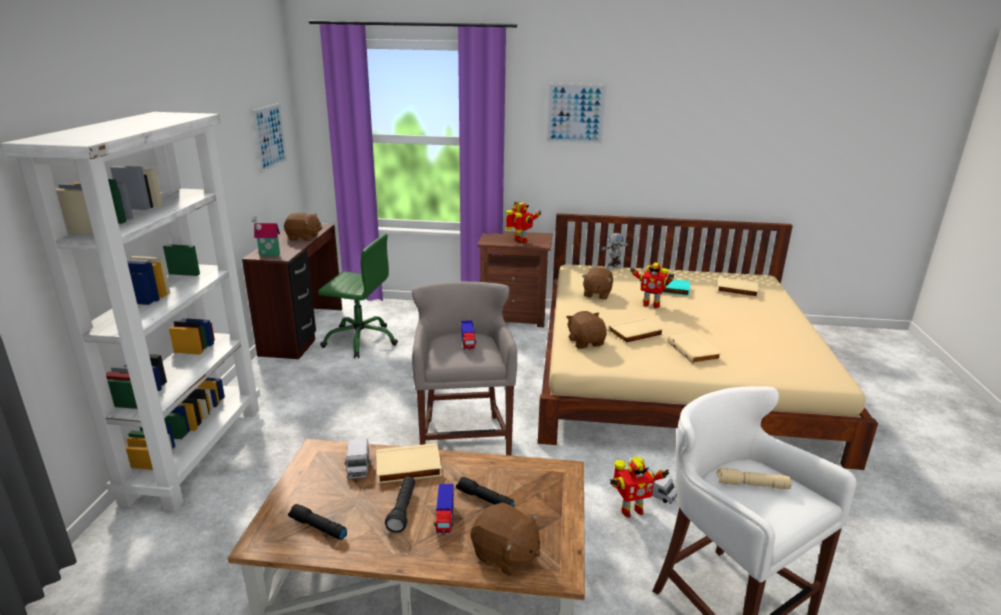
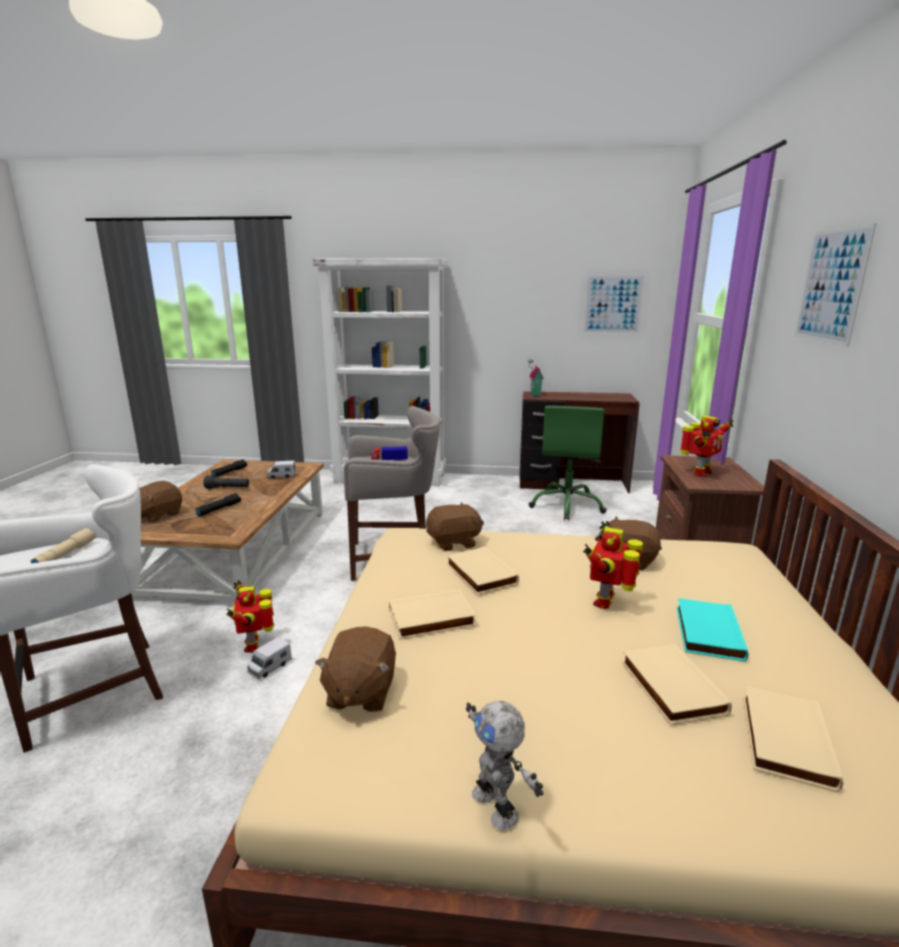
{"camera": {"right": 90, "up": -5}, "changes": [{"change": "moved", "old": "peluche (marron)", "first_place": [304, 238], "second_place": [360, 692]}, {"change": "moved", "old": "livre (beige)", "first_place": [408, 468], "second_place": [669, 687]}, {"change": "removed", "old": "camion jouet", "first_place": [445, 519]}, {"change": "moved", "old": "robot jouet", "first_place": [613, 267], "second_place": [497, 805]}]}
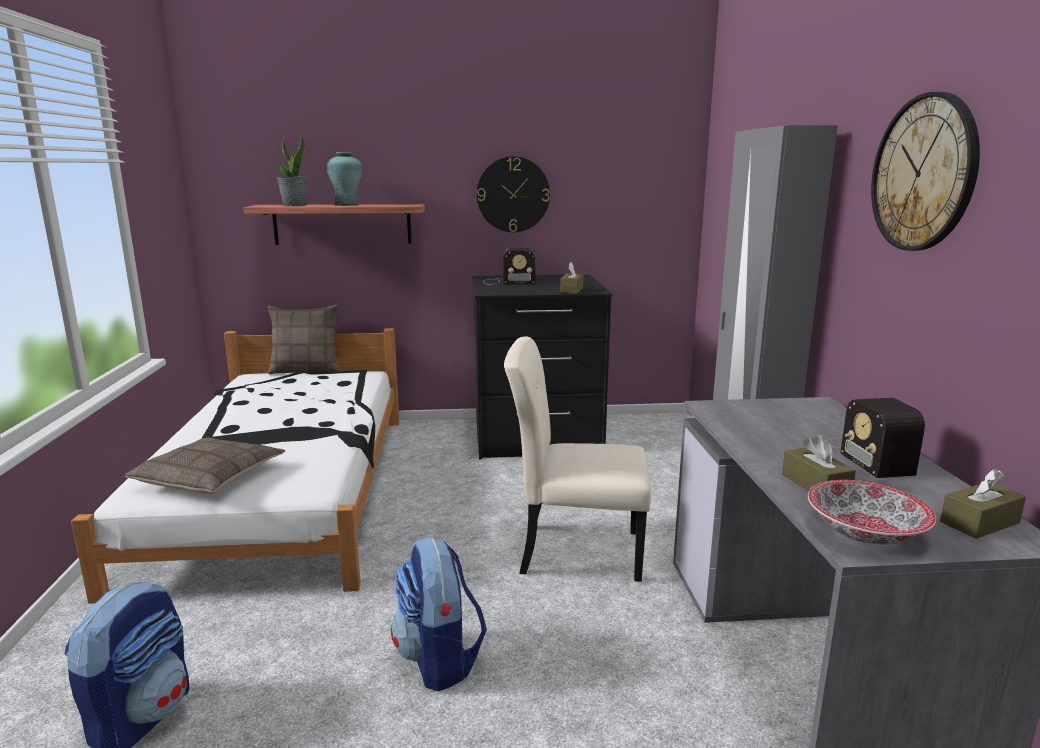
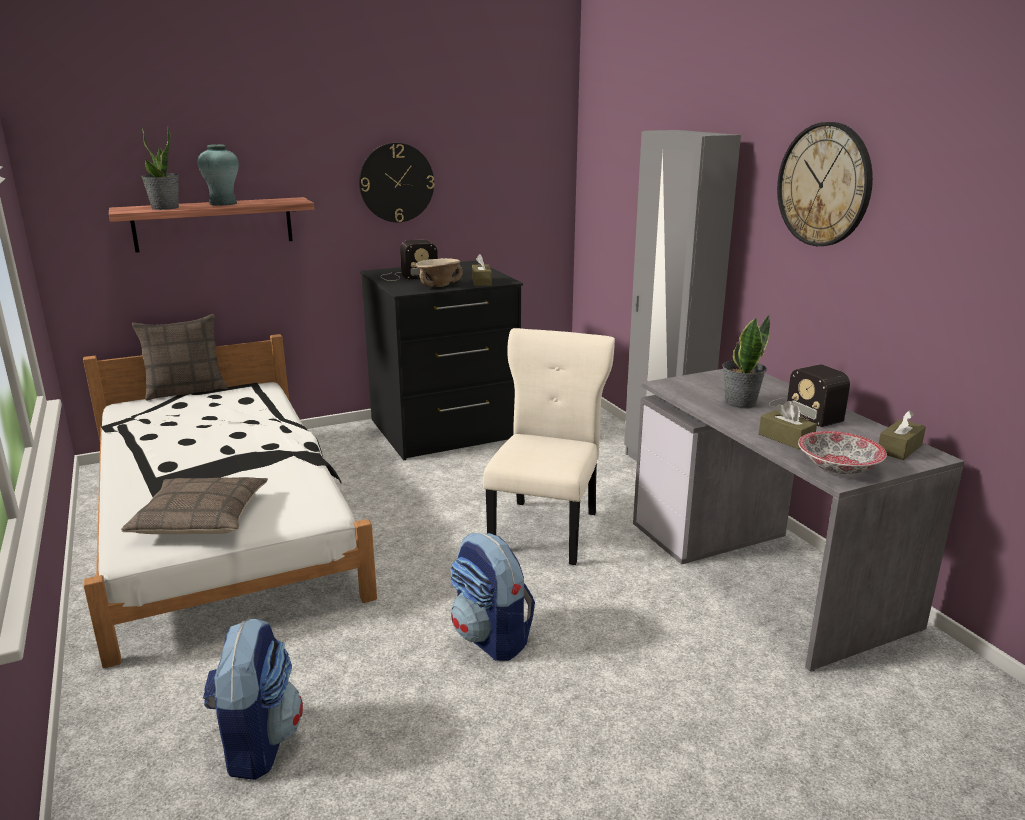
{"camera": {"right": -20, "up": 5}, "changes": [{"change": "turned", "old": "chaise (beige)", "first_place": [574, 551], "second_place": [546, 529], "degrees": 120}, {"change": "added", "new": "bol (beige)", "second_place": [438, 285]}, {"change": "added", "new": "plante en pot", "second_place": [740, 403]}]}
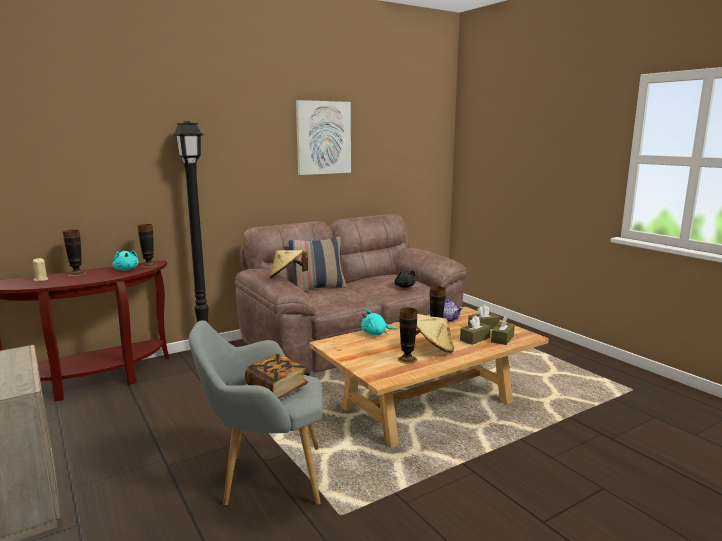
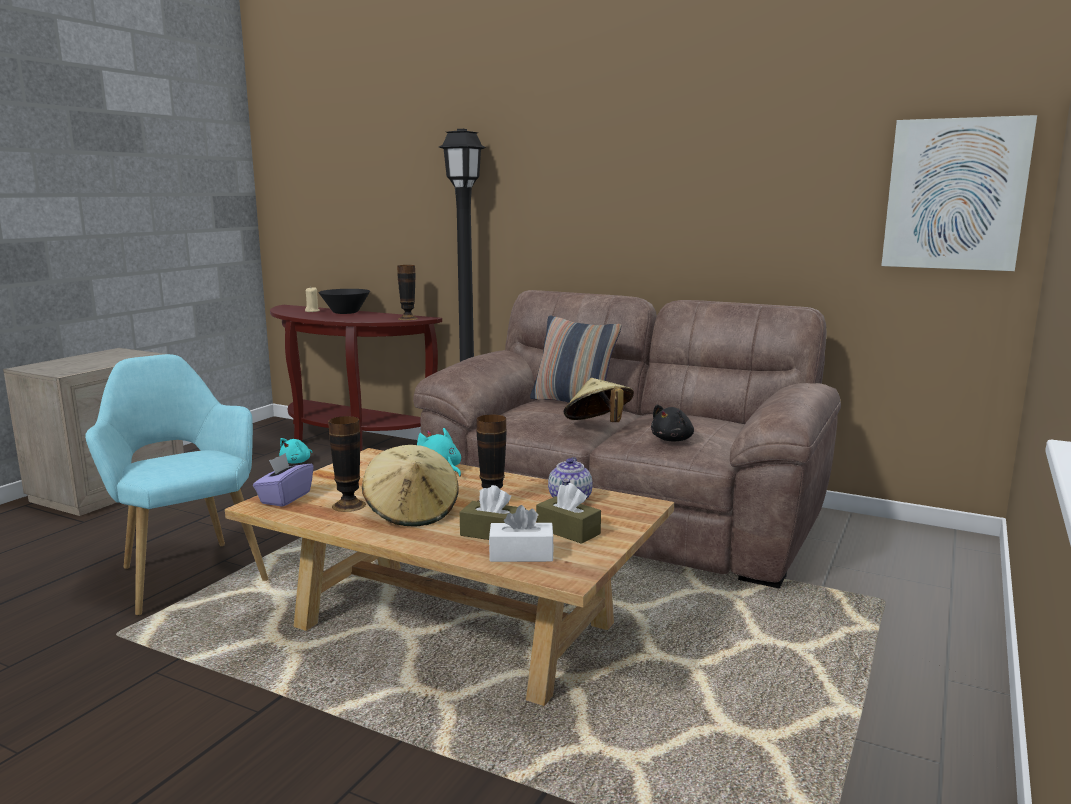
{"camera": {"right": 60, "up": 0}, "changes": [{"change": "replaced", "old": "vase", "new": "bol (noir)", "first_place": [76, 274], "second_place": [345, 312]}, {"change": "moved", "old": "peluche (turquoise)", "first_place": [126, 269], "second_place": [297, 462]}, {"change": "recoloured", "old": "fauteuil (gris)", "new": "fauteuil (turquoise)", "first_place": [266, 477], "second_place": [187, 571]}, {"change": "removed", "old": "livre", "first_place": [277, 388]}, {"change": "moved", "old": "chapeau (beige)", "first_place": [287, 277], "second_place": [598, 425]}, {"change": "moved", "old": "tableau", "first_place": [323, 138], "second_place": [955, 194]}, {"change": "recoloured", "old": "boîte à mouchoirs (marron)", "new": "boîte à mouchoirs (blanc)", "first_place": [502, 339], "second_place": [521, 554]}, {"change": "added", "new": "boîte à mouchoirs (violet)", "second_place": [285, 498]}]}
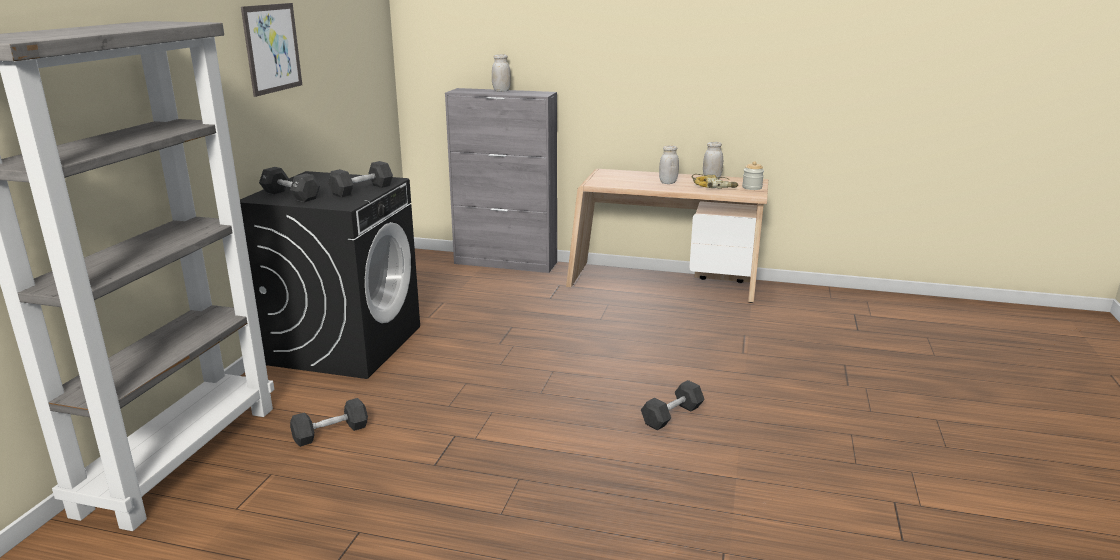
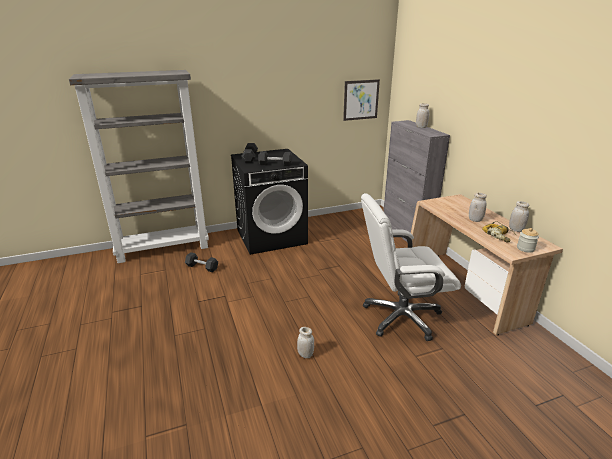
{"camera": {"right": 55, "up": 5}, "changes": [{"change": "moved", "old": "tableau", "first_place": [272, 48], "second_place": [361, 100]}, {"change": "replaced", "old": "haltère (noir)", "new": "bocal (blanc)", "first_place": [672, 415], "second_place": [305, 354]}, {"change": "added", "new": "chaise de bureau (blanc)", "second_place": [401, 317]}]}
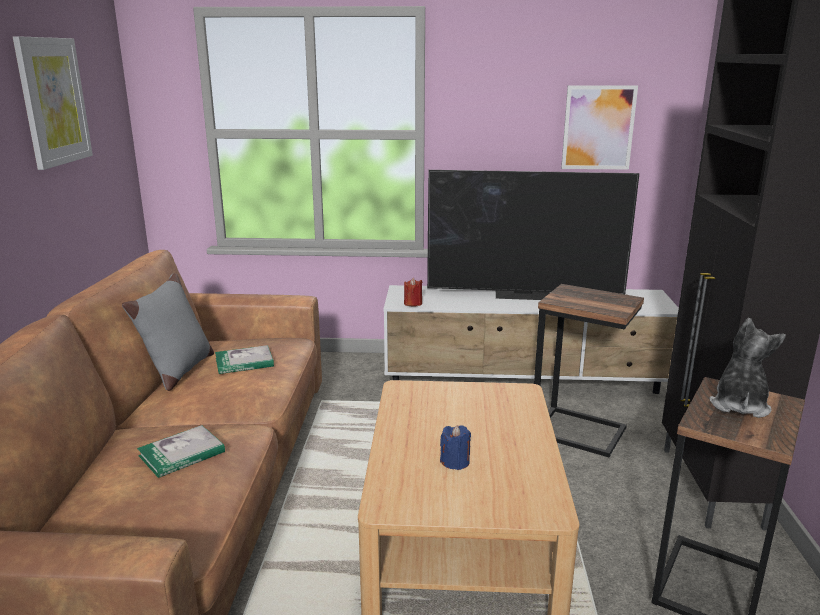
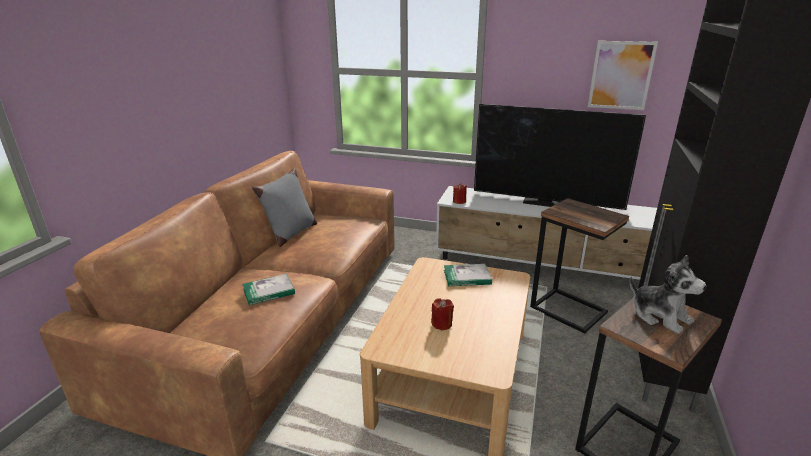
{"camera": {"right": 15, "up": 5}, "changes": [{"change": "removed", "old": "tableau", "first_place": [53, 101]}, {"change": "moved", "old": "livre", "first_place": [244, 362], "second_place": [467, 277]}, {"change": "recoloured", "old": "bougie (bleu)", "new": "bougie (rouge)", "first_place": [455, 462], "second_place": [442, 324]}, {"change": "turned", "old": "peluche", "first_place": [739, 405], "second_place": [660, 316], "degrees": 105}]}
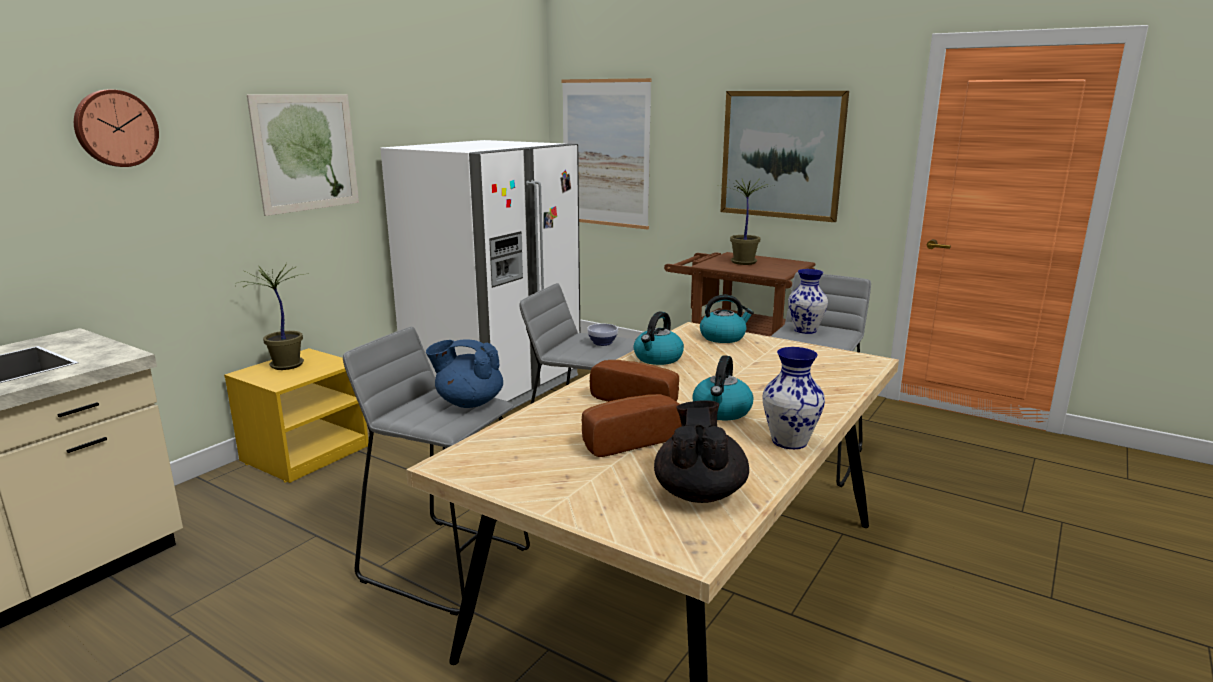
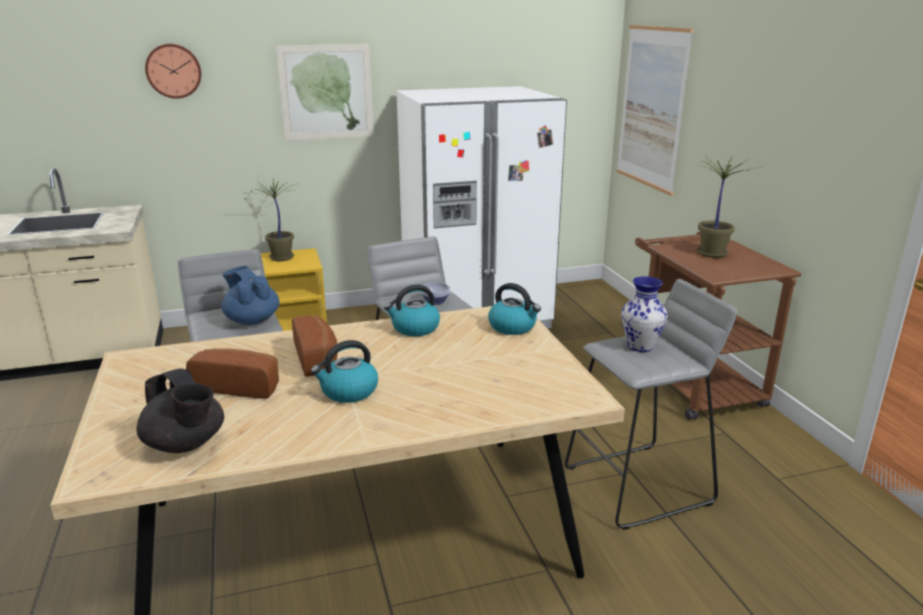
{"camera": {"right": 40, "up": 5}, "changes": [{"change": "turned", "old": "théière (noir)", "first_place": [699, 492], "second_place": [186, 444], "degrees": 90}, {"change": "removed", "old": "tableau", "first_place": [781, 155]}, {"change": "removed", "old": "vase", "first_place": [788, 441]}]}
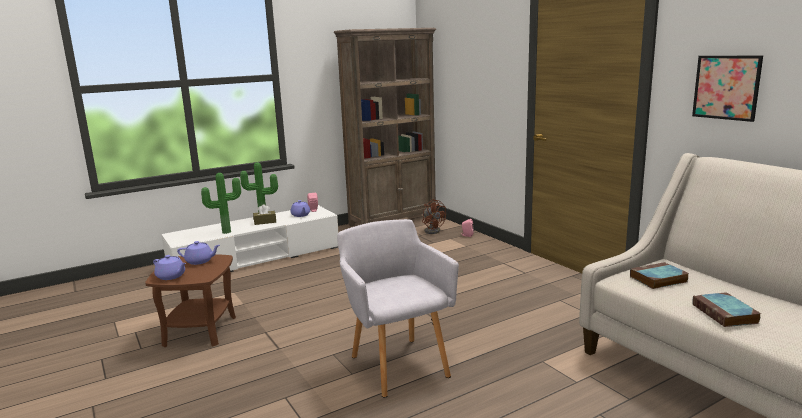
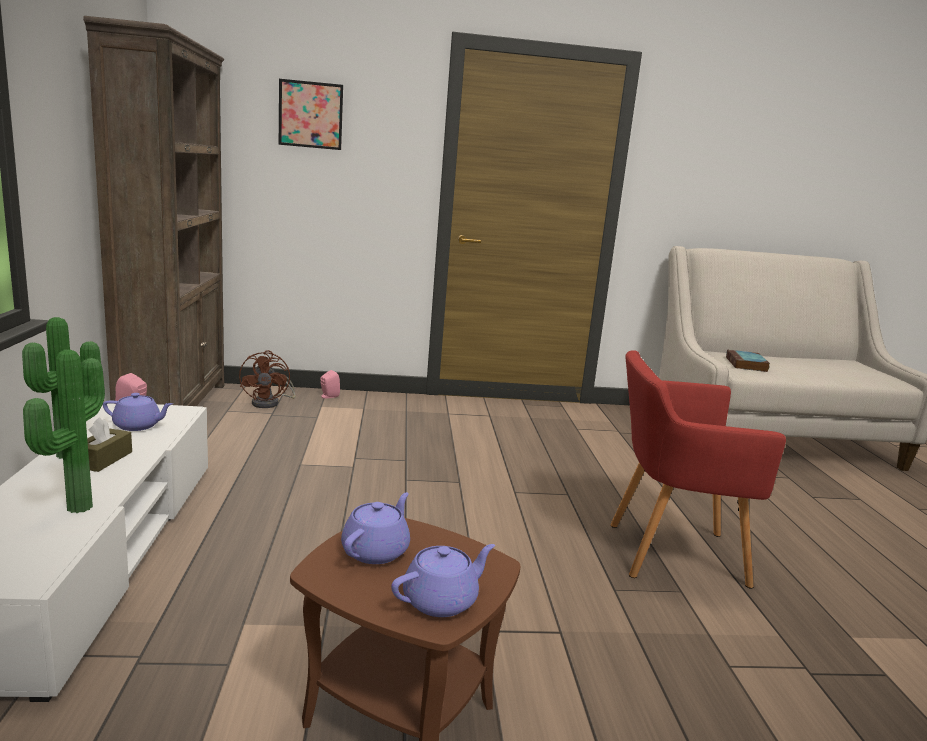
{"camera": {"right": -65, "up": 0}, "changes": [{"change": "recoloured", "old": "fauteuil (gris)", "new": "fauteuil (rouge)", "first_place": [397, 363], "second_place": [668, 552]}, {"change": "turned", "old": "ventilateur (marron)", "first_place": [433, 230], "second_place": [270, 403], "degrees": 90}, {"change": "moved", "old": "tableau", "first_place": [726, 87], "second_place": [310, 115]}, {"change": "removed", "old": "livre", "first_place": [726, 314]}]}
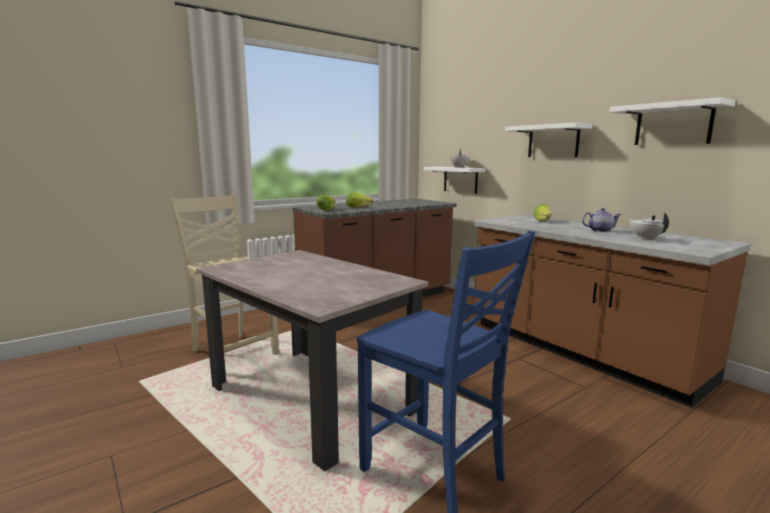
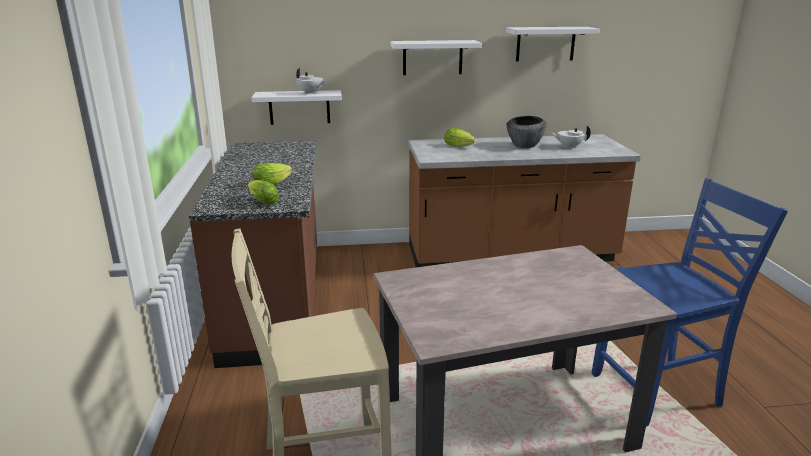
{"camera": {"right": -60, "up": 10}, "changes": [{"change": "replaced", "old": "théière", "new": "bol", "first_place": [600, 230], "second_place": [524, 146]}]}
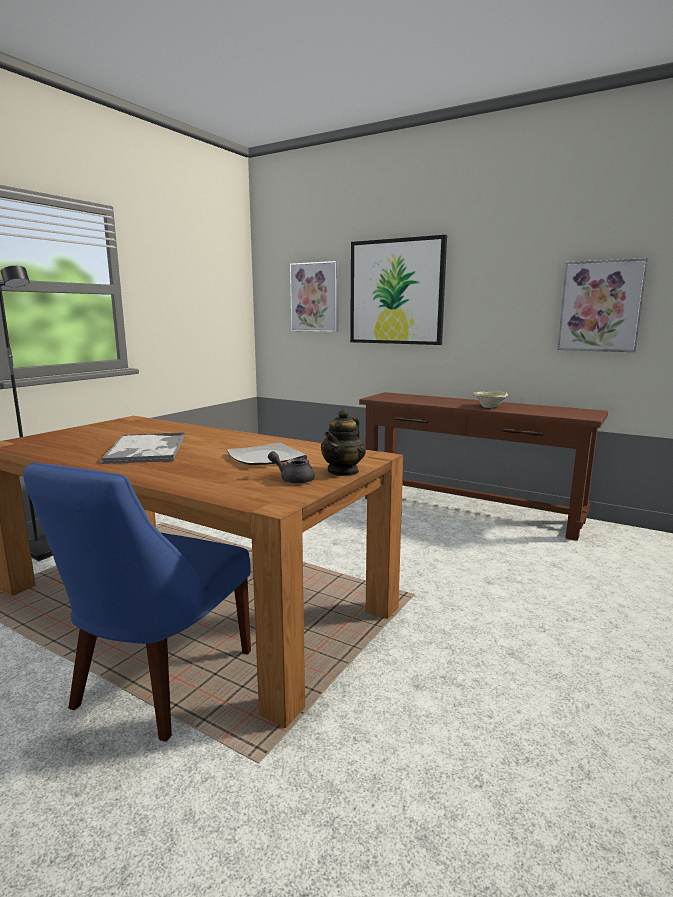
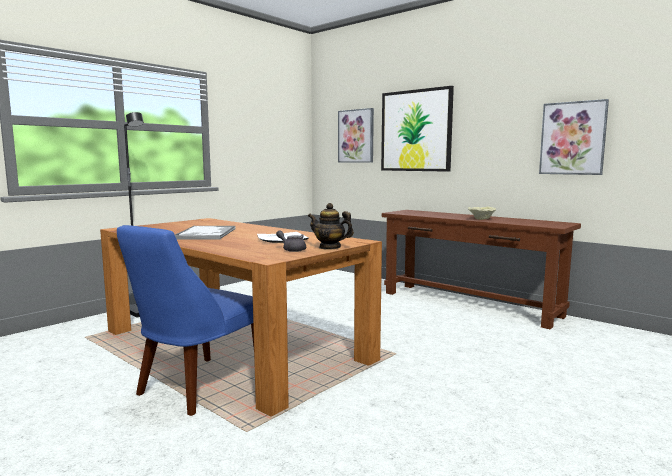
{"camera": {"right": 10, "up": -5}, "changes": [{"change": "turned", "old": "théière", "first_place": [343, 471], "second_place": [330, 247], "degrees": 75}]}
